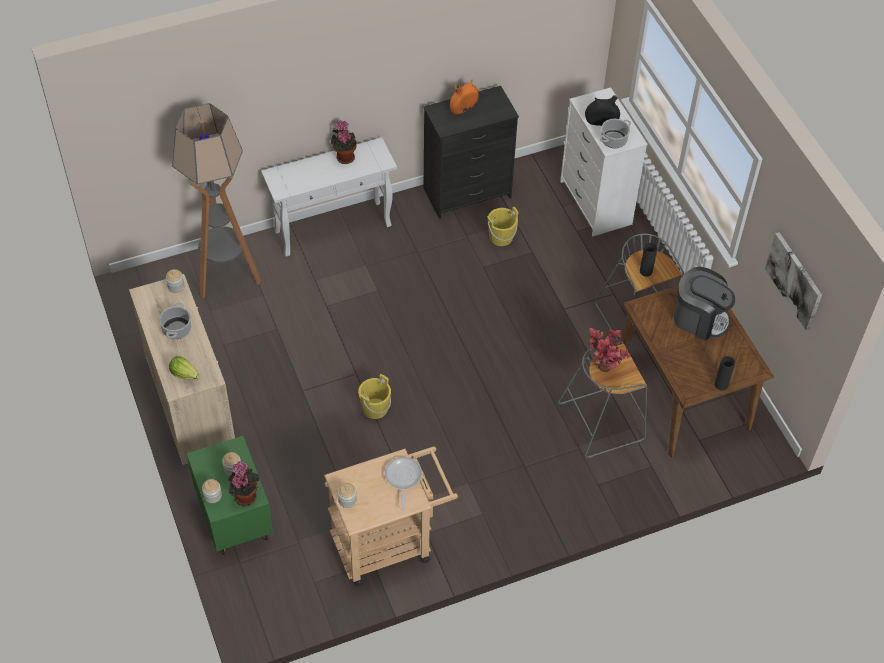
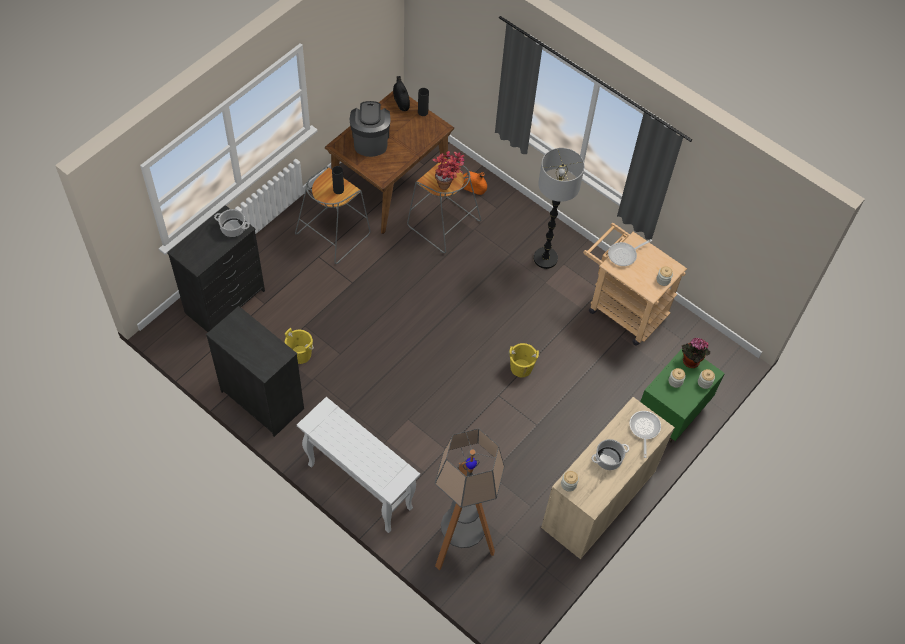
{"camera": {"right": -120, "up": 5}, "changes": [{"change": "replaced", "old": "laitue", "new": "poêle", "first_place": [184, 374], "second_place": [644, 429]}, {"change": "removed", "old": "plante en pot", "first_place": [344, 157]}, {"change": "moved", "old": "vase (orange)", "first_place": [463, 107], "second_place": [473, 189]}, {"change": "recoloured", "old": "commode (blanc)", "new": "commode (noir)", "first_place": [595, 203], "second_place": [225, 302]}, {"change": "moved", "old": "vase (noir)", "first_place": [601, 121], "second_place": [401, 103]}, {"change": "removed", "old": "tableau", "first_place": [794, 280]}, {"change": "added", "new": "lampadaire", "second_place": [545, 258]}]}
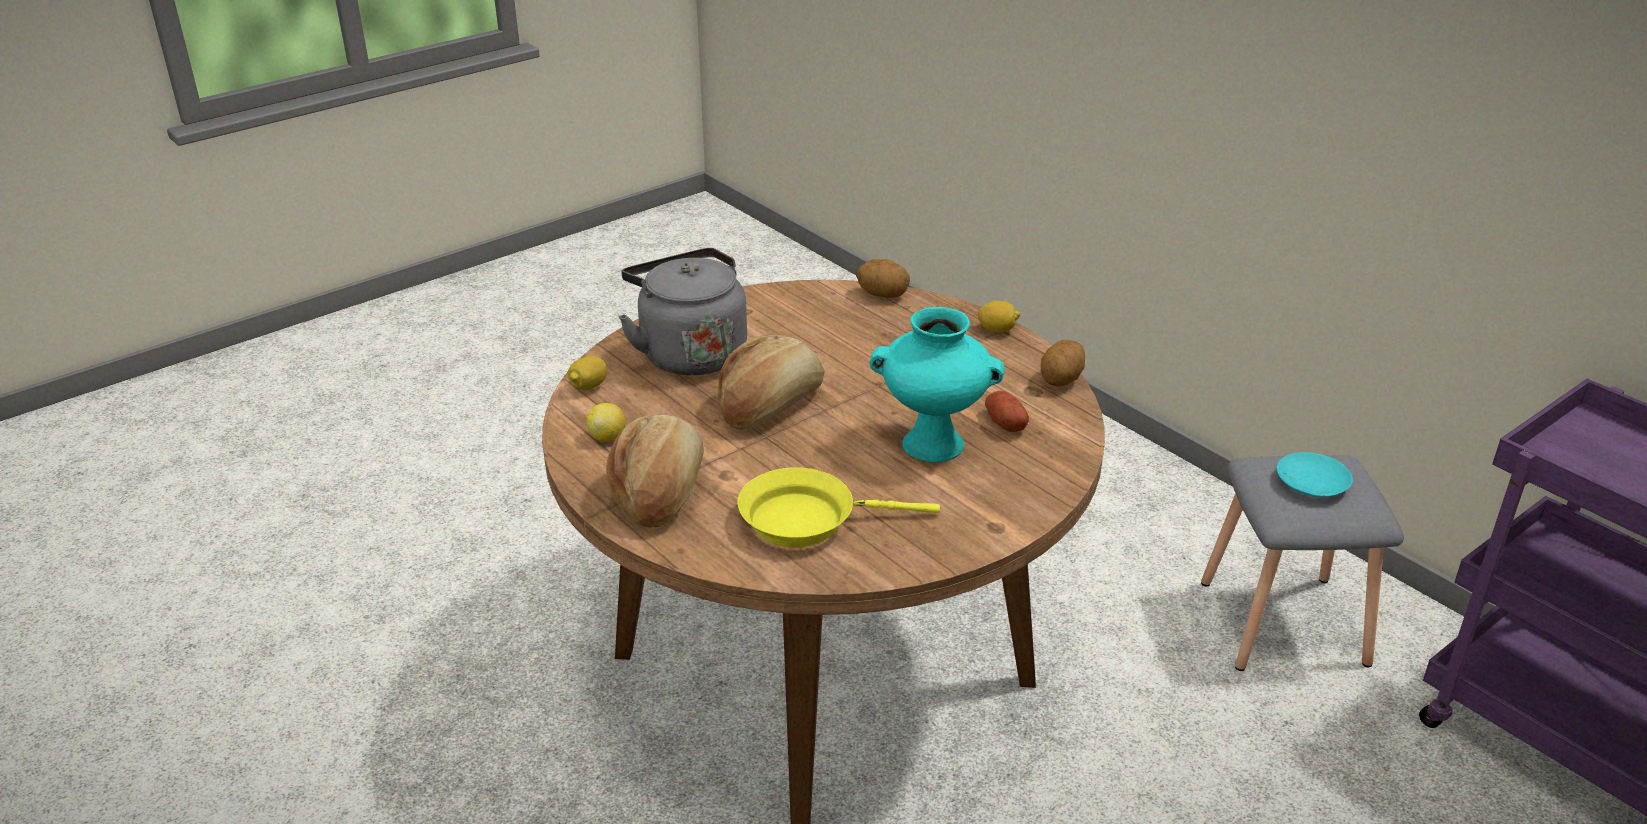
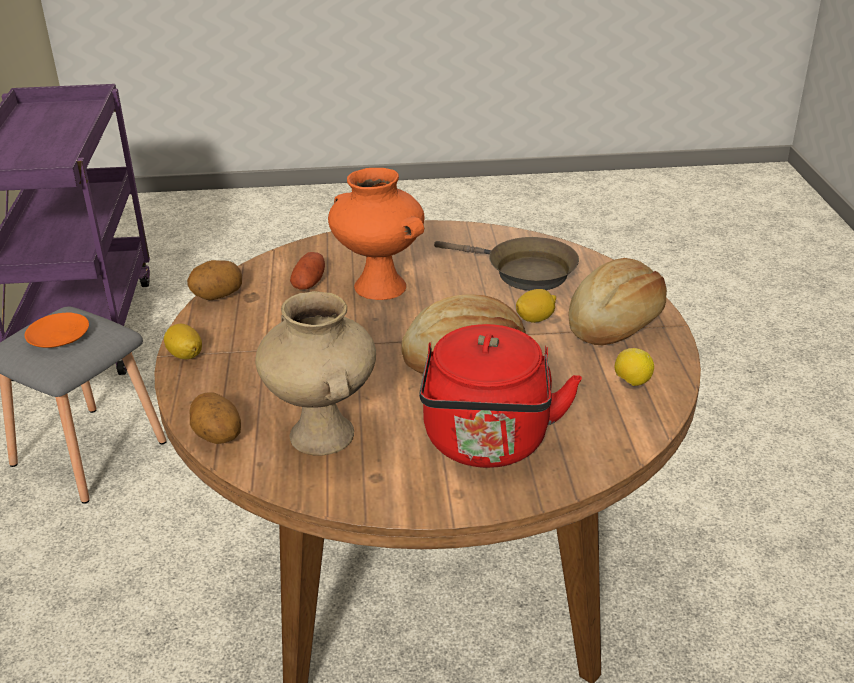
{"camera": {"right": -145, "up": 0}, "changes": [{"change": "moved", "old": "citron", "first_place": [588, 387], "second_place": [535, 319]}, {"change": "recoloured", "old": "bouilloire (gris)", "new": "bouilloire (rouge)", "first_place": [689, 353], "second_place": [487, 444]}, {"change": "recoloured", "old": "poêle (jaune)", "new": "poêle (marron)", "first_place": [807, 519], "second_place": [524, 272]}, {"change": "recoloured", "old": "vase (turquoise)", "new": "vase (orange)", "first_place": [934, 444], "second_place": [378, 287]}, {"change": "recoloured", "old": "assiette (turquoise)", "new": "assiette (orange)", "first_place": [1311, 483], "second_place": [60, 337]}, {"change": "added", "new": "vase (beige)", "second_place": [324, 435]}]}
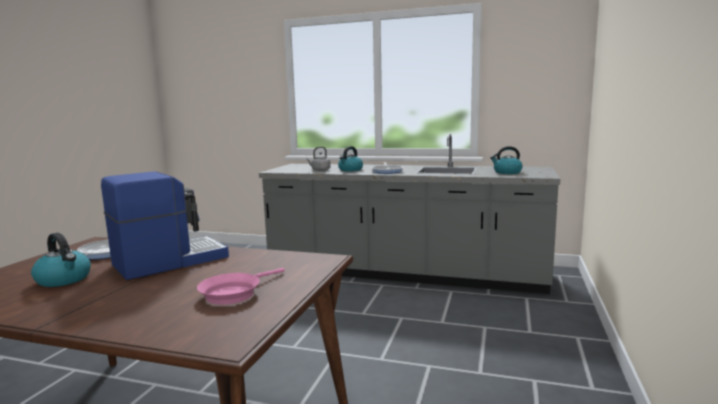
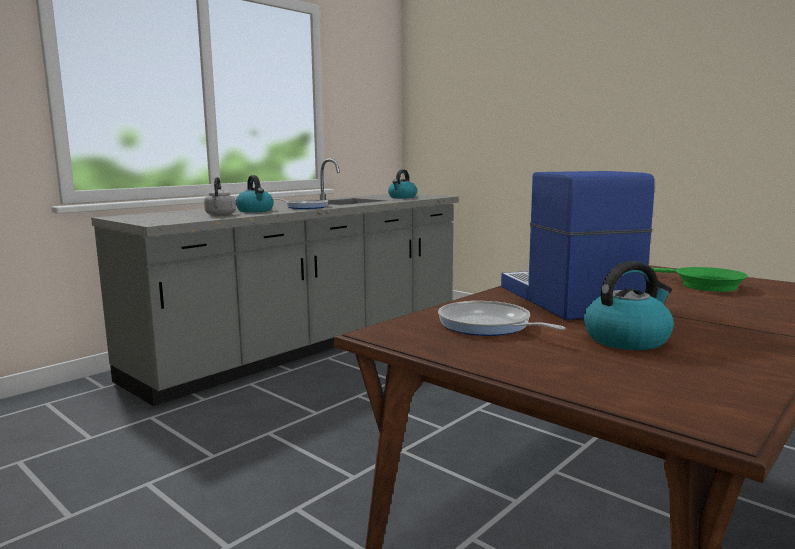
{"camera": {"right": -65, "up": 0}, "changes": [{"change": "recoloured", "old": "poêle (rose)", "new": "poêle (vert)", "first_place": [234, 293], "second_place": [702, 285]}]}
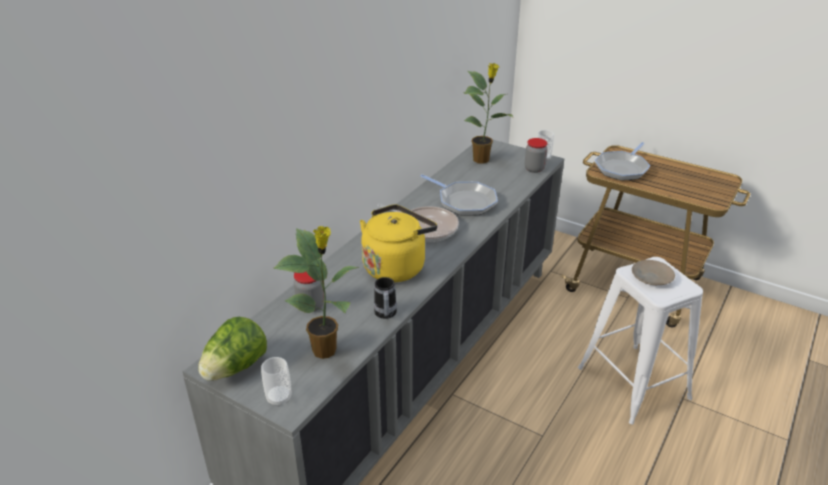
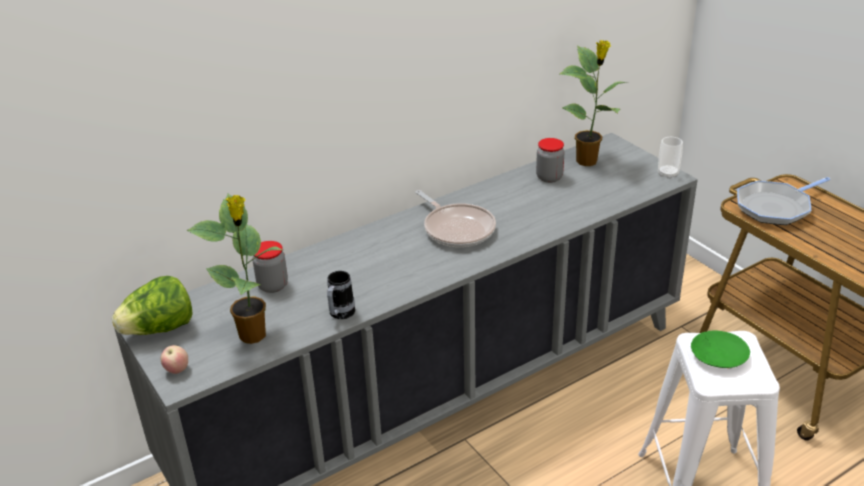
{"camera": {"right": 25, "up": 0}, "changes": [{"change": "replaced", "old": "tasse", "new": "pomme", "first_place": [279, 398], "second_place": [177, 370]}, {"change": "removed", "old": "bouilloire (jaune)", "first_place": [396, 266]}, {"change": "removed", "old": "poêle", "first_place": [464, 201]}, {"change": "moved", "old": "bocal", "first_place": [534, 169], "second_place": [549, 177]}, {"change": "recoloured", "old": "assiette (beige)", "new": "assiette (vert)", "first_place": [651, 277], "second_place": [718, 355]}]}
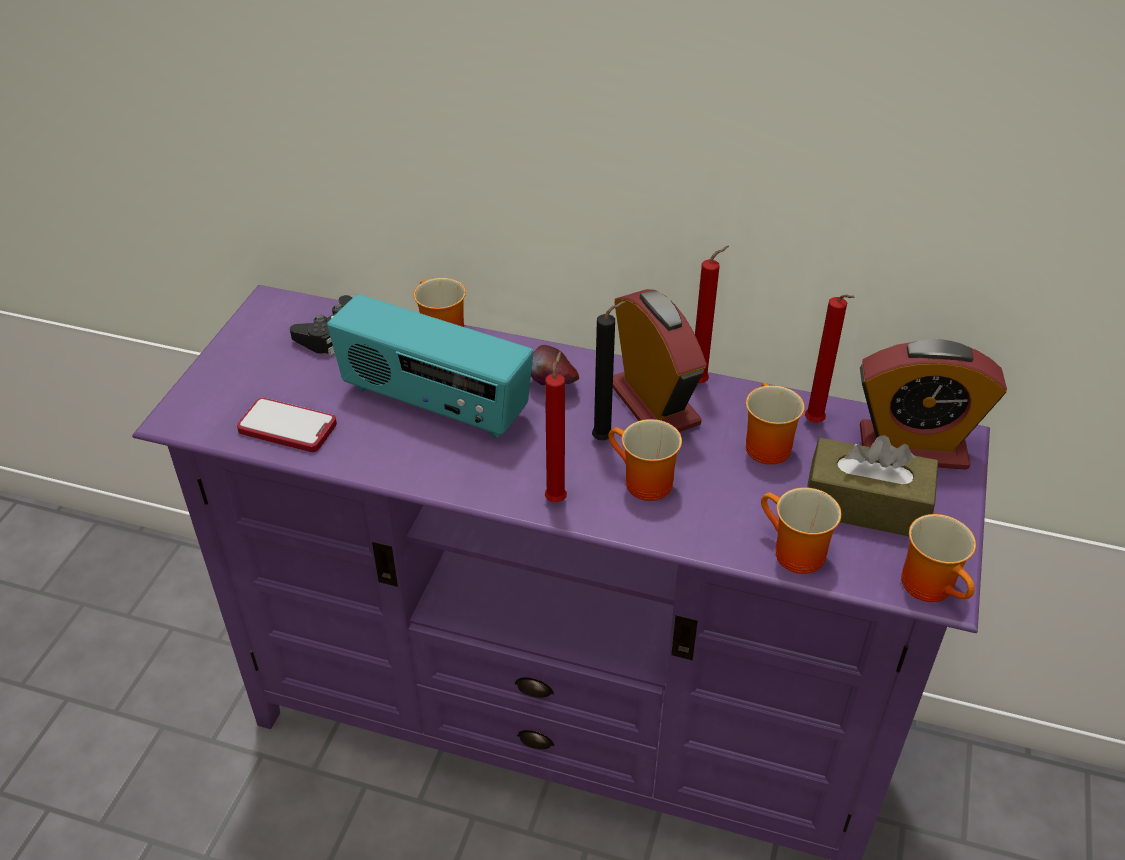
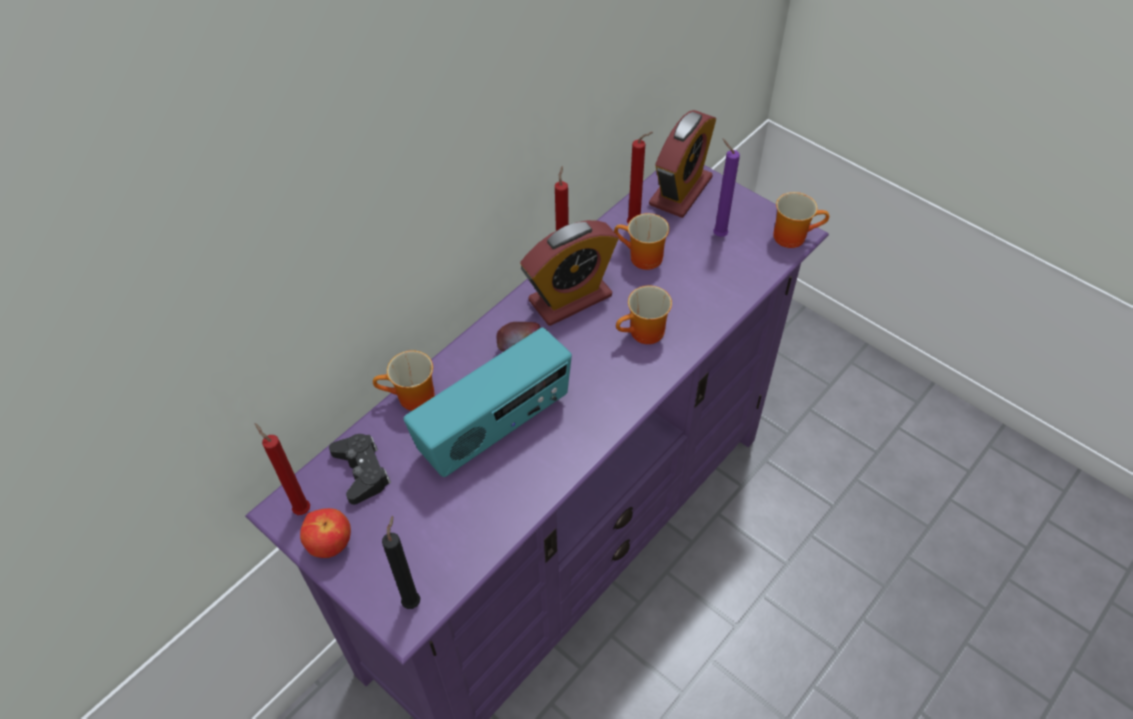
{"camera": {"right": -65, "up": 10}, "changes": [{"change": "removed", "old": "téléphone", "first_place": [287, 427]}, {"change": "moved", "old": "bougie (rouge)", "first_place": [557, 498], "second_place": [301, 509]}, {"change": "moved", "old": "bougie (noir)", "first_place": [605, 439], "second_place": [413, 600]}, {"change": "turned", "old": "réveil", "first_place": [653, 404], "second_place": [570, 298], "degrees": 150}, {"change": "removed", "old": "mug", "first_place": [792, 554]}, {"change": "replaced", "old": "boîte à mouchoirs (marron)", "new": "bougie (violet)", "first_place": [865, 505], "second_place": [717, 234]}, {"change": "added", "new": "pomme", "second_place": [331, 545]}]}
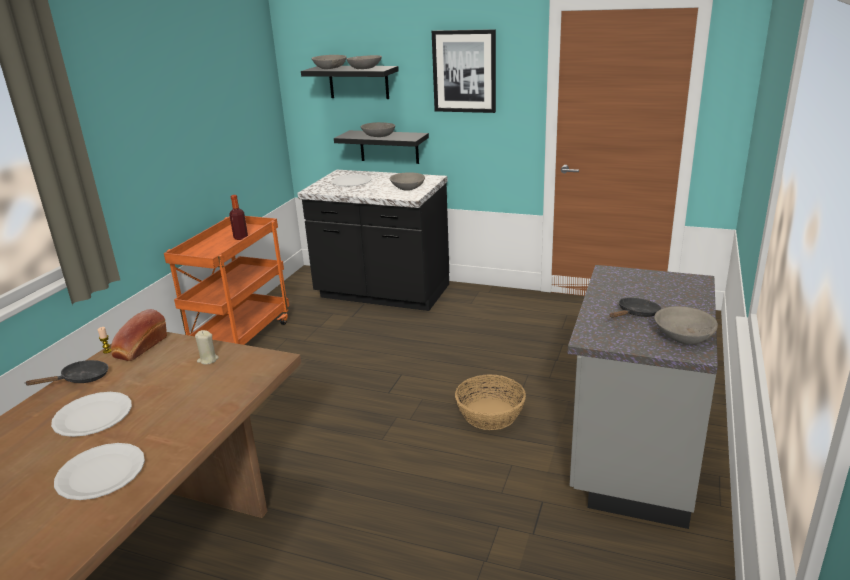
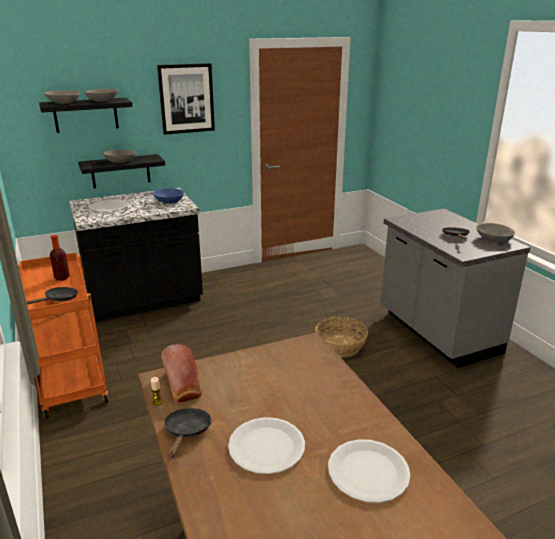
{"camera": {"right": -45, "up": 0}, "changes": [{"change": "removed", "old": "bougie (beige)", "first_place": [208, 360]}, {"change": "recoloured", "old": "bol (gris)", "new": "bol (bleu)", "first_place": [407, 187], "second_place": [168, 201]}, {"change": "added", "new": "poêle (noir)", "second_place": [59, 299]}]}
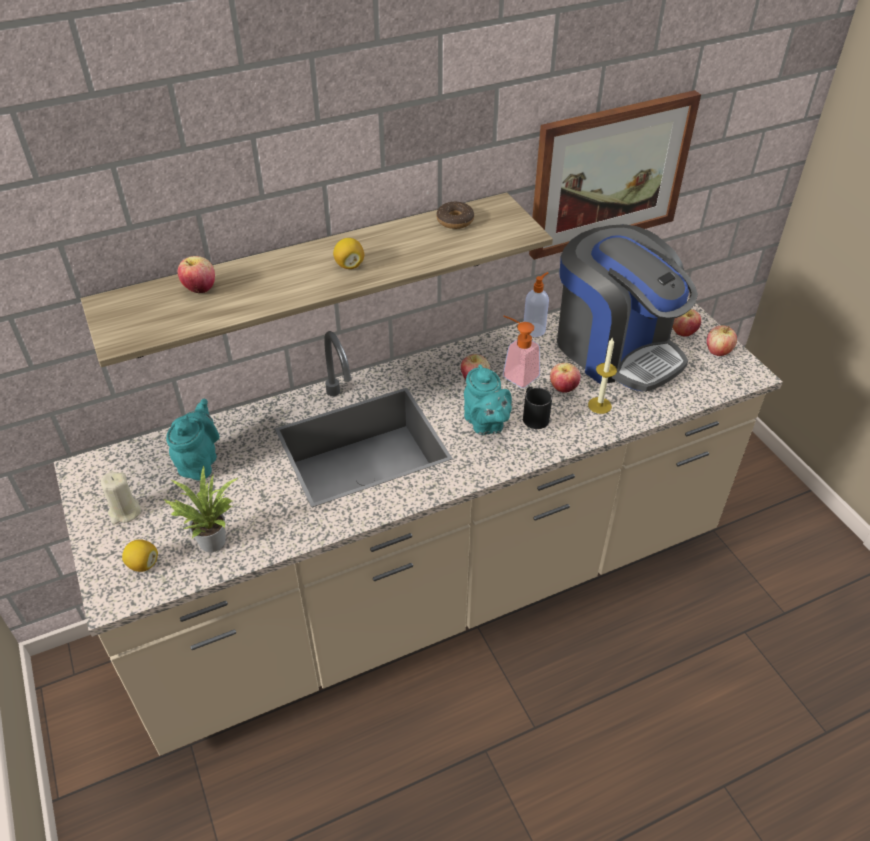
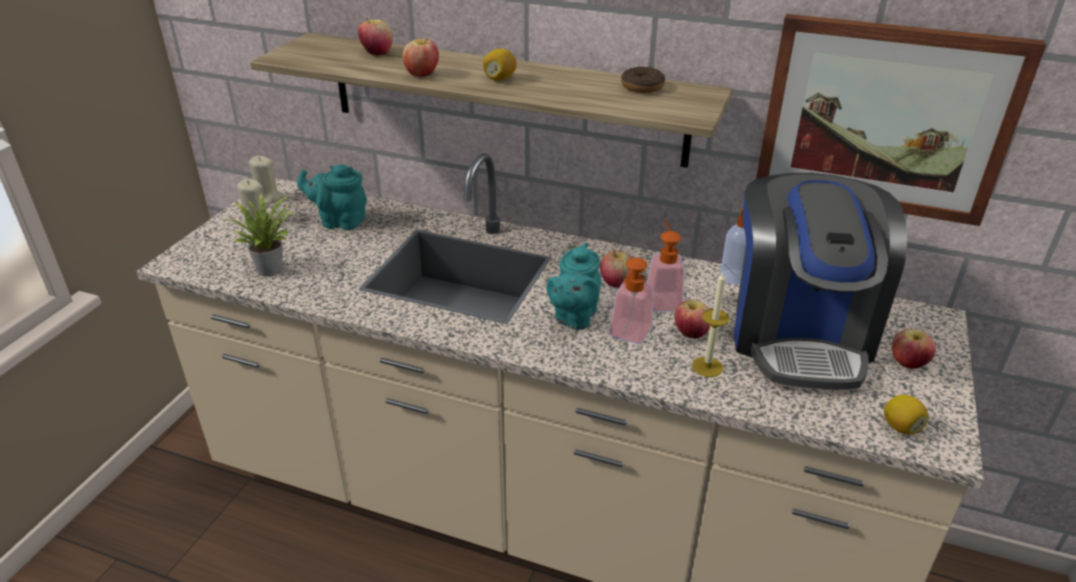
{"camera": {"right": 45, "up": -10}, "changes": [{"change": "moved", "old": "citron", "first_place": [143, 564], "second_place": [900, 427]}, {"change": "turned", "old": "théière (turquoise)", "first_place": [199, 462], "second_place": [340, 221], "degrees": -135}, {"change": "replaced", "old": "mug (noir)", "new": "distributeur de savon", "first_place": [533, 415], "second_place": [627, 336]}, {"change": "moved", "old": "pomme", "first_place": [718, 351], "second_place": [422, 75]}, {"change": "added", "new": "bougie (beige)", "second_place": [267, 198]}]}
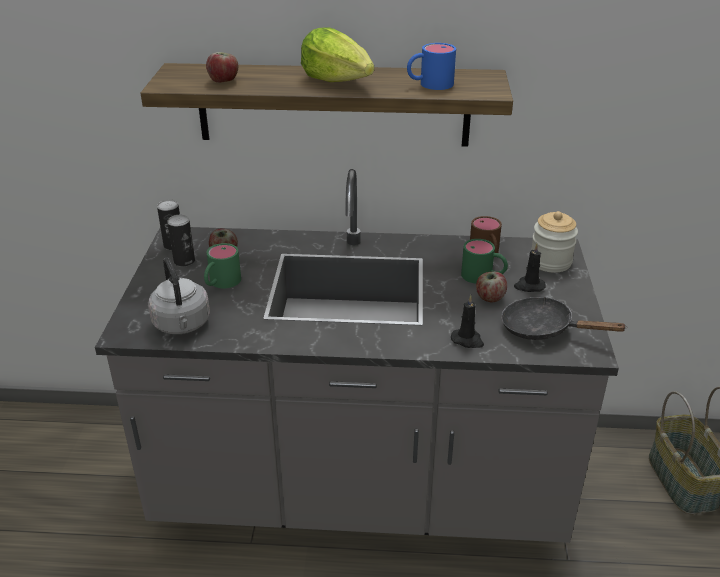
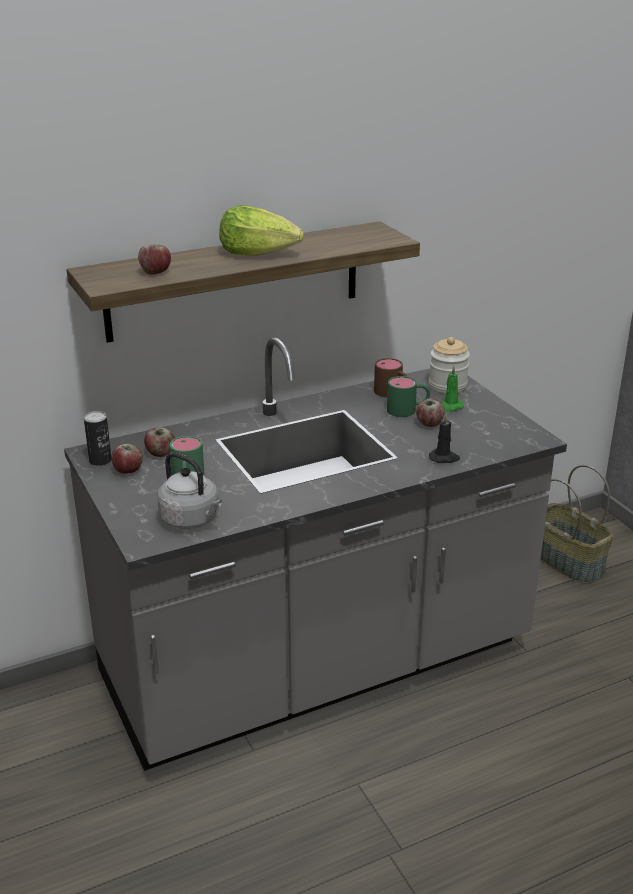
{"camera": {"right": -30, "up": -5}, "changes": [{"change": "replaced", "old": "boîte métallique", "new": "pomme", "first_place": [184, 261], "second_place": [128, 470]}, {"change": "removed", "old": "mug (bleu)", "first_place": [429, 84]}, {"change": "removed", "old": "poêle (noir)", "first_place": [543, 329]}, {"change": "recoloured", "old": "bougie (noir)", "new": "bougie (vert)", "first_place": [529, 286], "second_place": [449, 407]}]}
